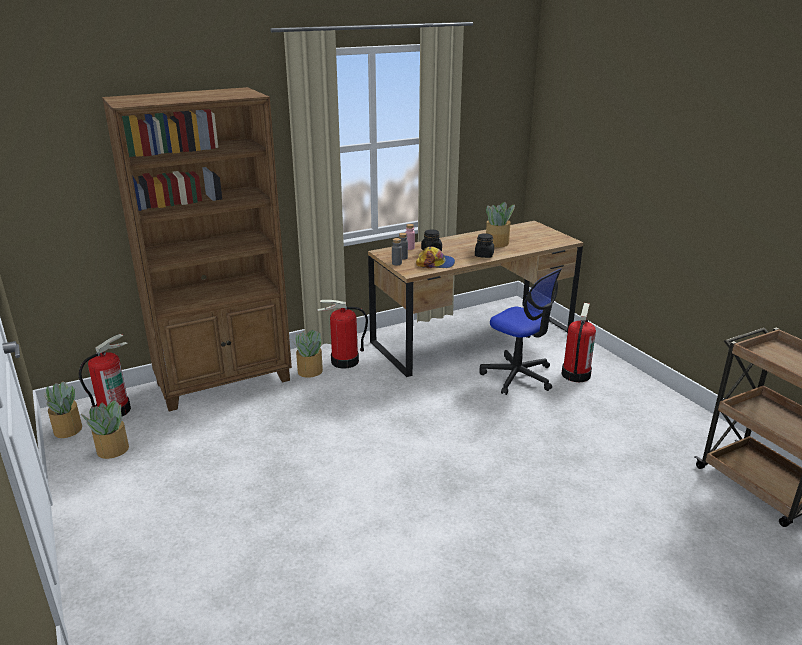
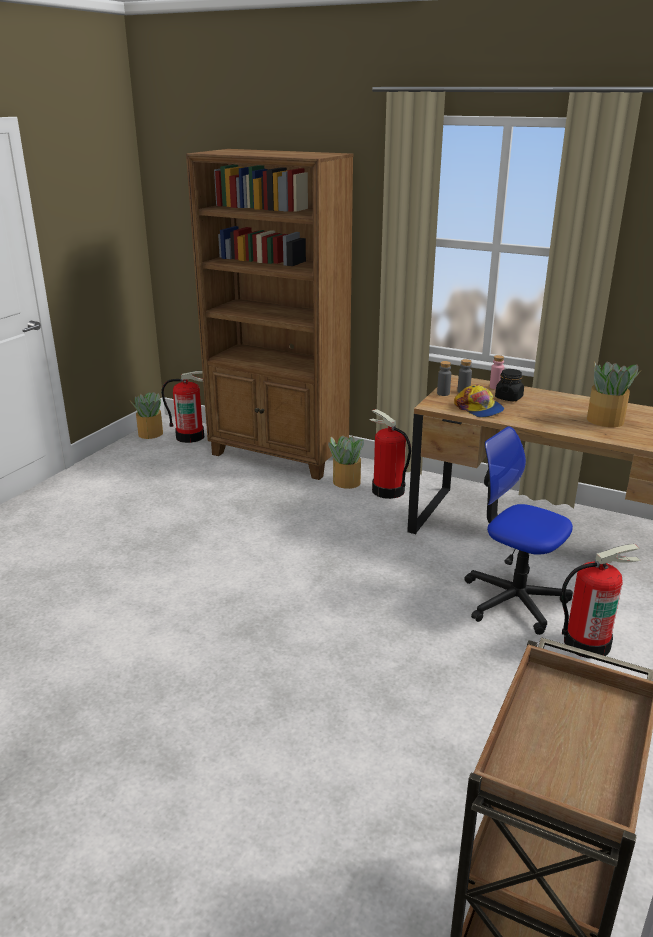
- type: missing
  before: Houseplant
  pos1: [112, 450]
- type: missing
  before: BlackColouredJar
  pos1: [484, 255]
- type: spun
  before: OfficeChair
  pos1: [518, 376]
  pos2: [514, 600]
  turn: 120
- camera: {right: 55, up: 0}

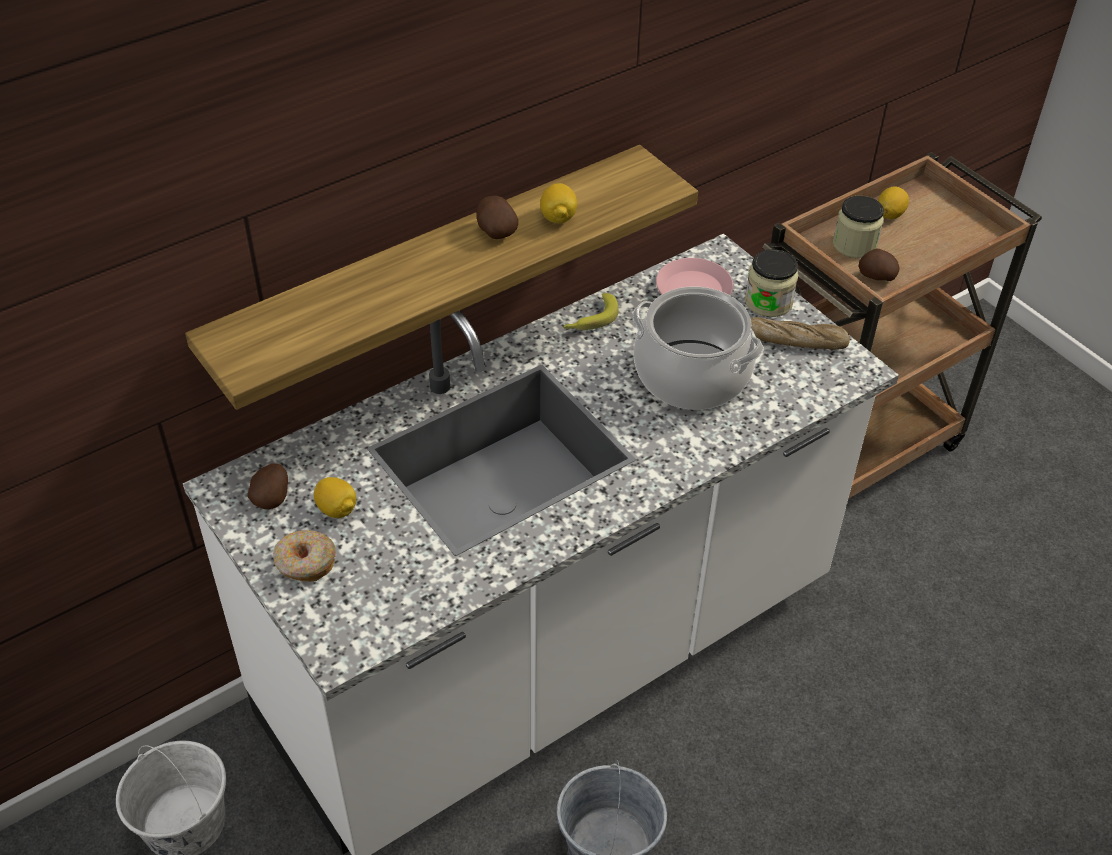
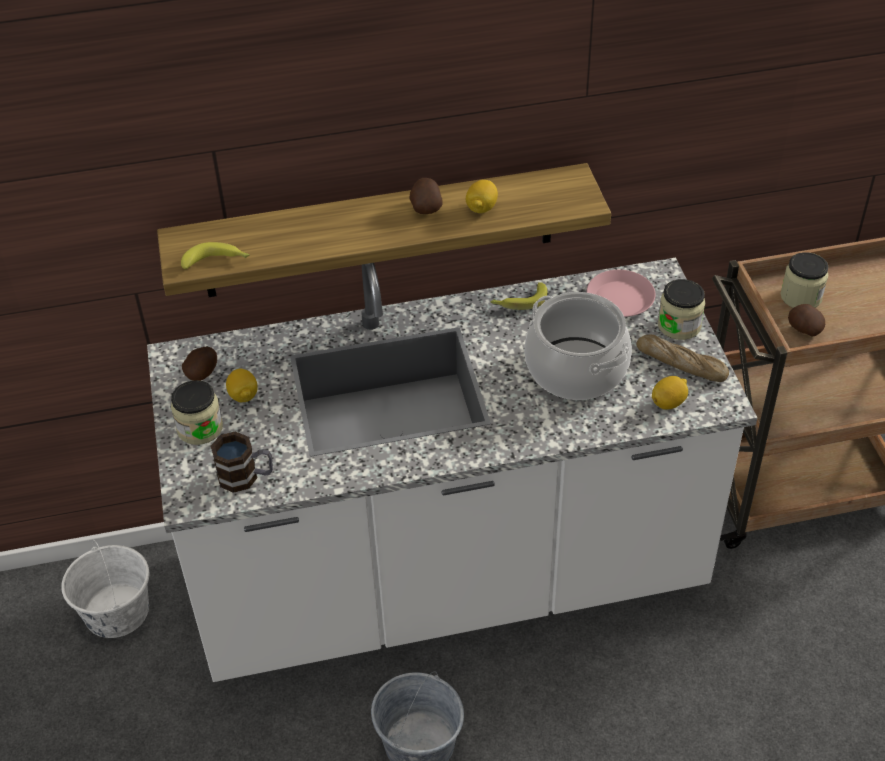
- type: exchanged
  before: Doughnut
  after: Jar
  pos1: [305, 563]
  pos2: [200, 428]
- type: relocated
  before: WholeLemon
  pos1: [890, 214]
  pos2: [668, 402]
- type: appeared
  after: WholeBanana
  pos2: [217, 262]
- type: appeared
  after: CoffeeMug
  pos2: [246, 477]
- camera: {right: 25, up: 0}

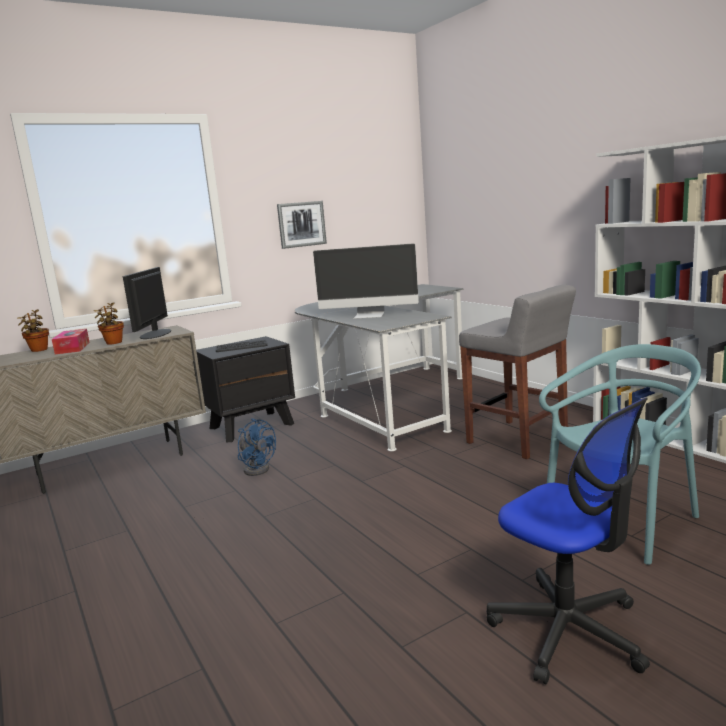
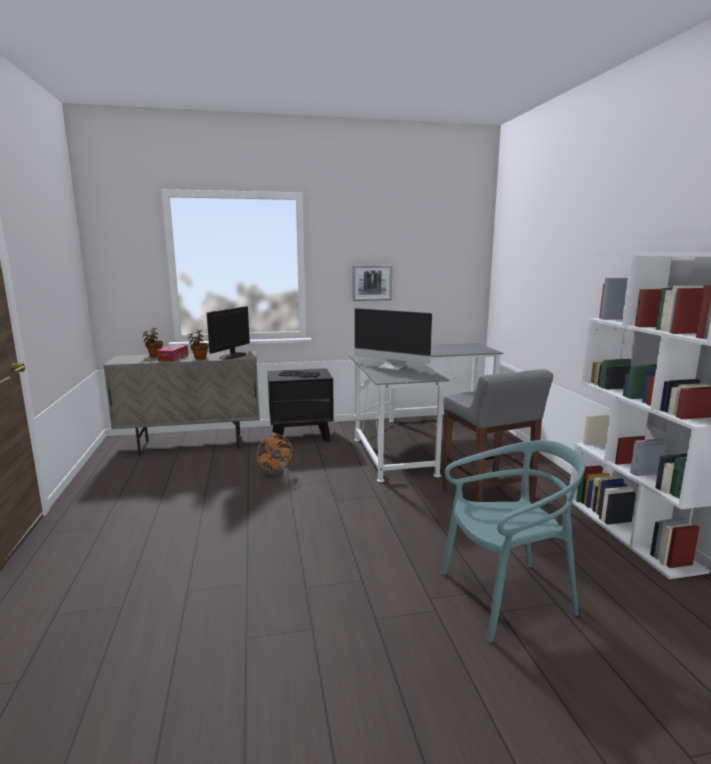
- type: colour
  before: BlueCoolingFan
  after: OrangeColouredCoolingFan
  pos1: [257, 468]
  pos2: [276, 471]
- type: missing
  before: OfficeChair
  pos1: [568, 630]
- camera: {right: 20, up: 0}

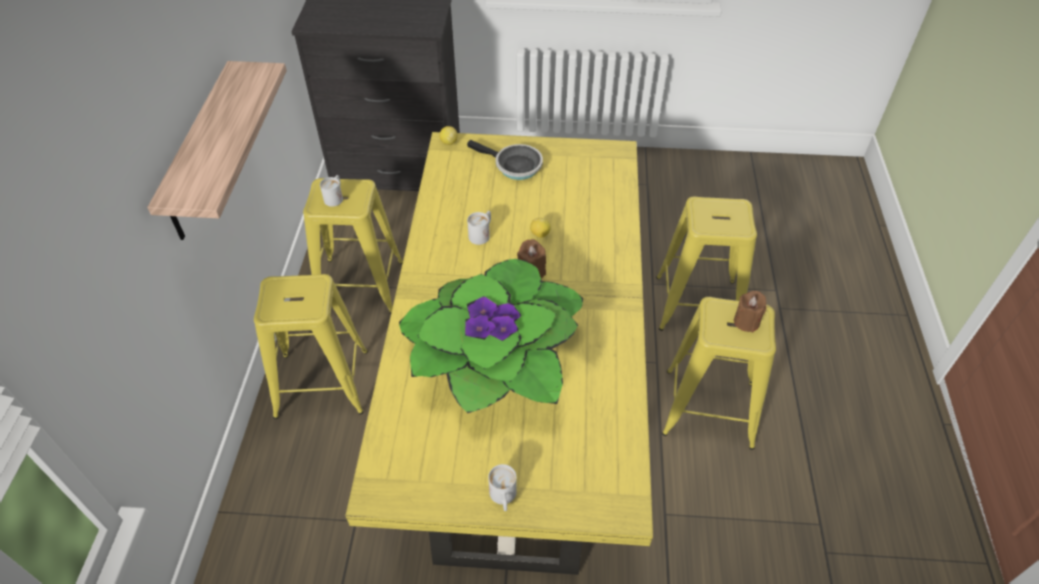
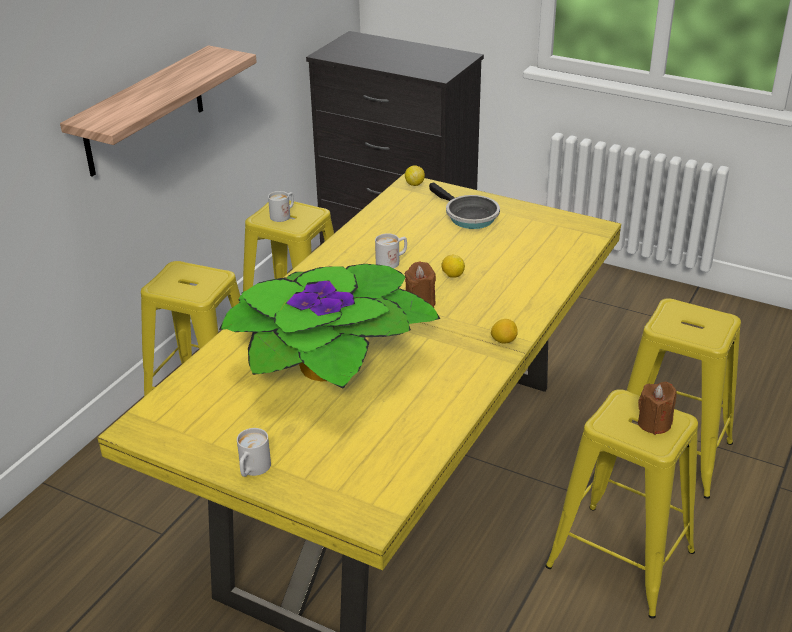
- type: appeared
  after: WholeLemon
  pos2: [503, 341]
- camera: {right: 25, up: -15}

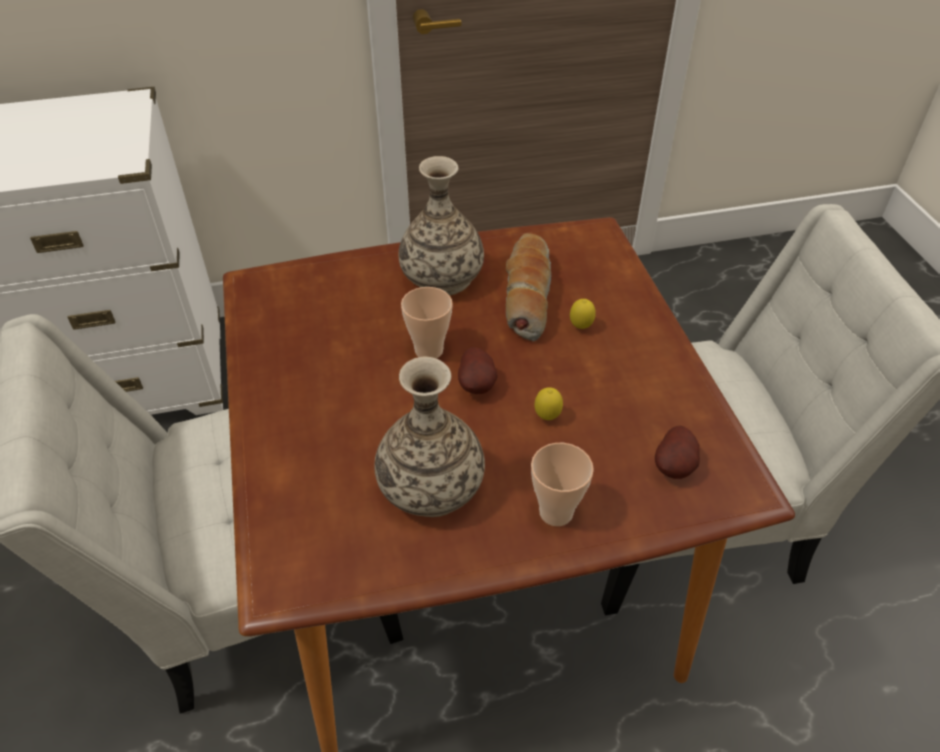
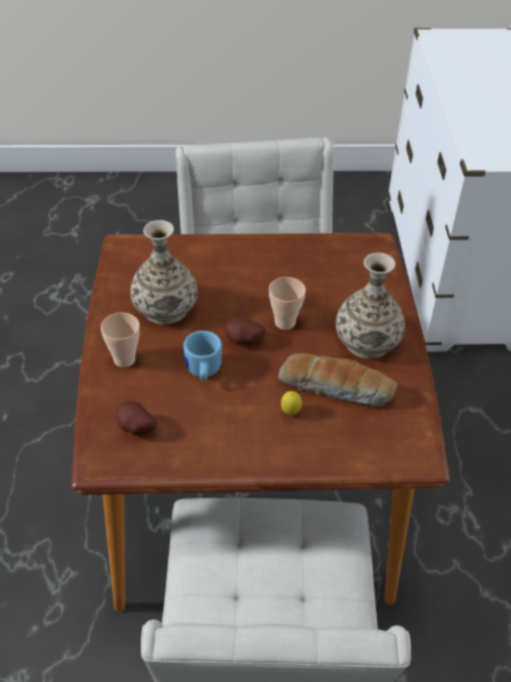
- type: exchanged
  before: WholeLemon
  after: BlueCoffeeMug
  pos1: [547, 417]
  pos2: [202, 372]
- camera: {right: 100, up: 0}

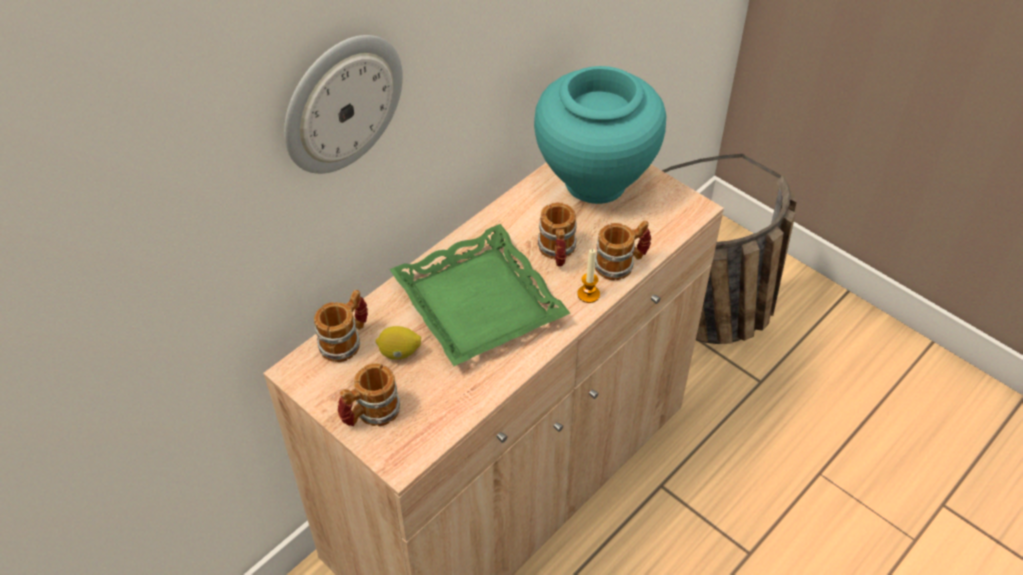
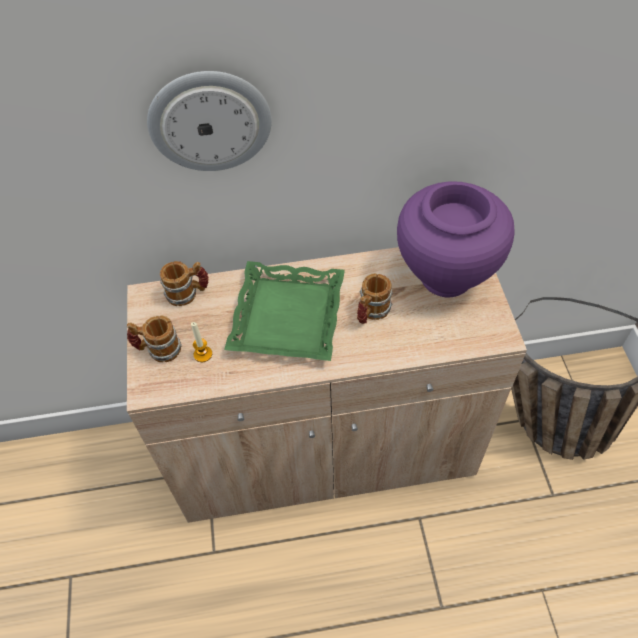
- type: missing
  before: WholeLemon
  pos1: [399, 353]
- type: colour
  before: TurquoiseColouredDecorativeVase
  after: PurpleDecorativeVase
  pos1: [595, 181]
  pos2: [446, 276]
- type: relocated
  before: Candle
  pos1: [588, 294]
  pos2: [203, 354]
- type: missing
  before: CoffeeMug
  pos1: [621, 264]
- camera: {right: 40, up: 5}

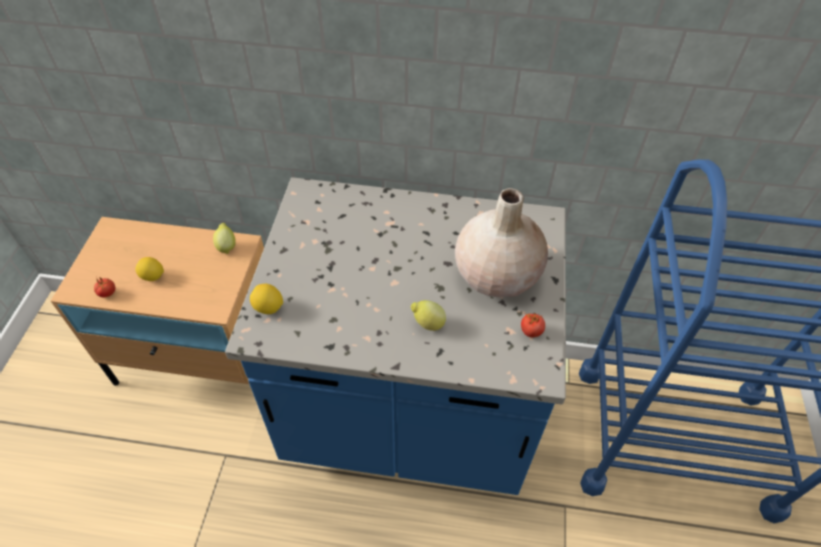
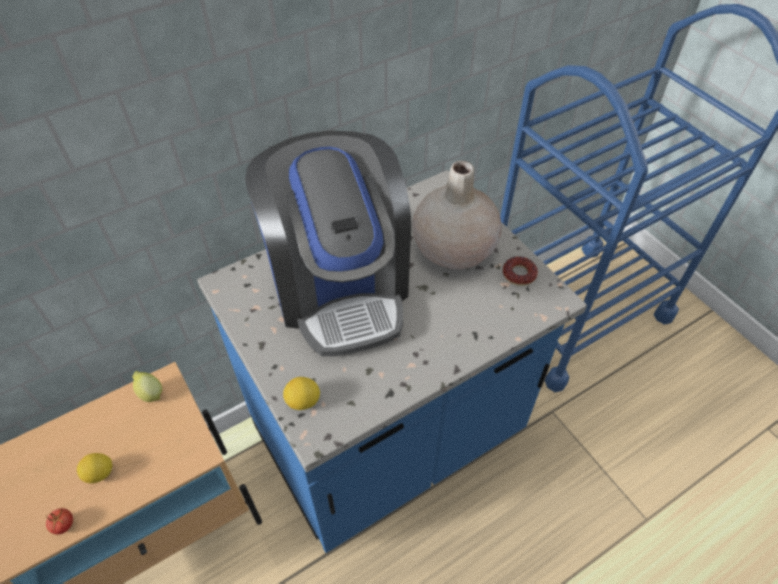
- type: missing
  before: WholeLemon
  pos1: [427, 324]
- type: exchanged
  before: WholeTomato
  after: Doughnut
  pos1: [531, 331]
  pos2: [519, 274]
- type: appeared
  after: CoffeeBrewer
  pos2: [340, 286]
- camera: {right: -40, up: 0}

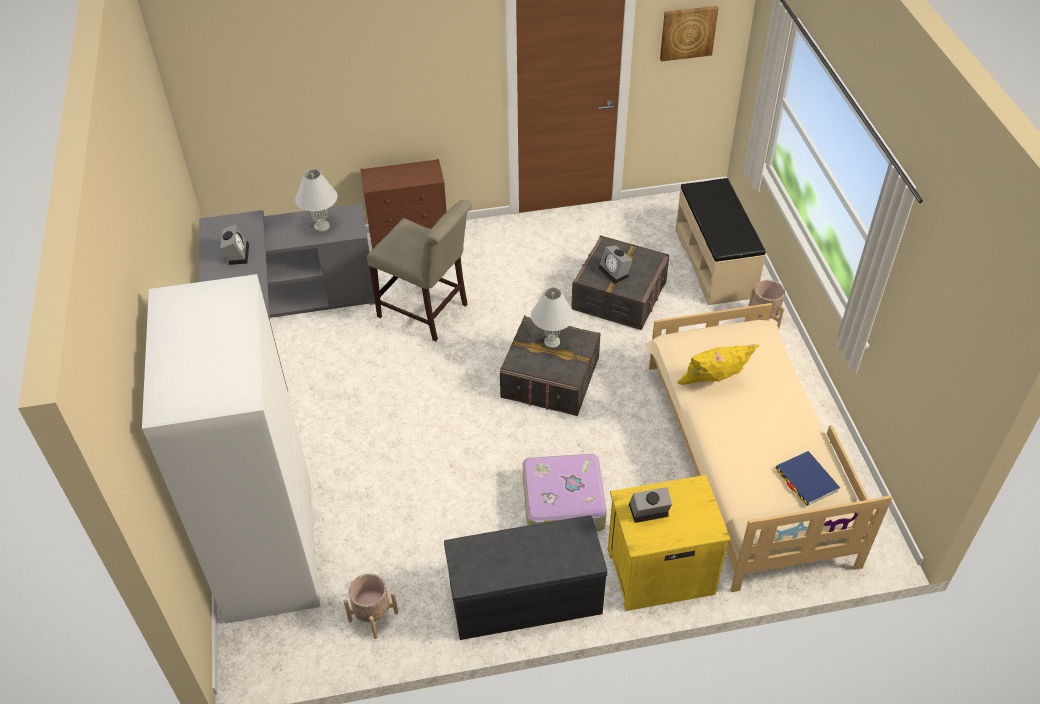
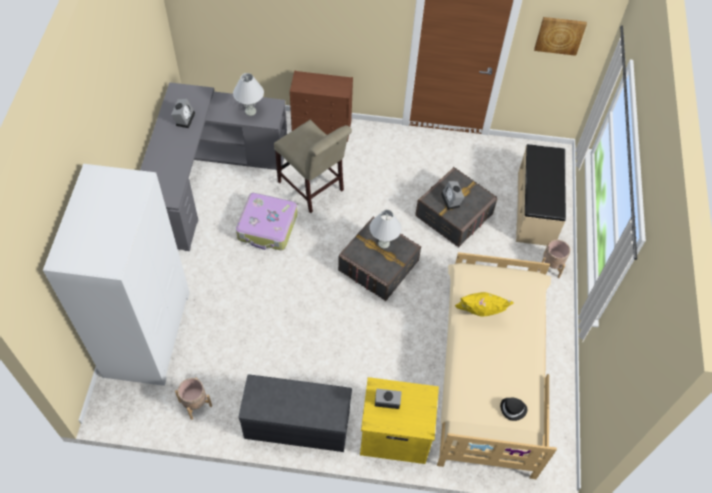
- type: relocated
  before: PieceOfLuggage
  pos1: [564, 503]
  pos2: [267, 227]
- type: exchanged
  before: BlueVolume
  after: BlackColouredClothingHat
  pos1: [806, 480]
  pos2: [513, 409]
- camera: {right: 15, up: 10}

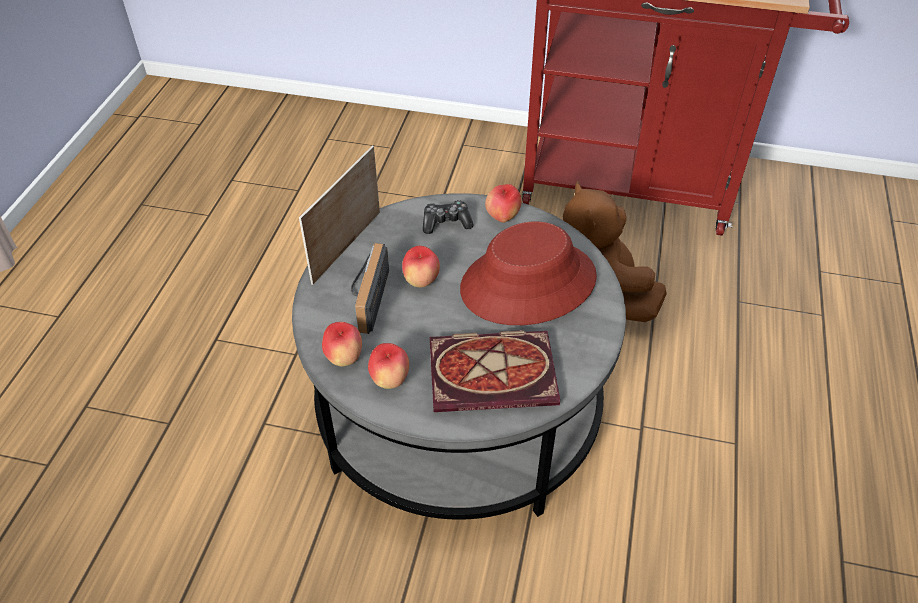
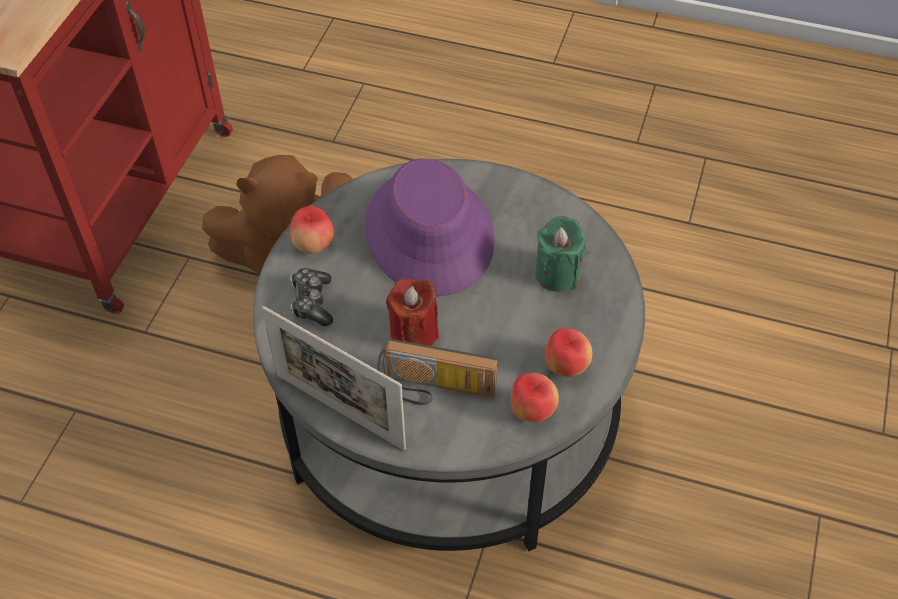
- type: exchanged
  before: Apple
  after: RedColouredCandle
  pos1: [421, 281]
  pos2: [414, 332]
- type: exchanged
  before: Volume
  after: GreenishCandle
  pos1: [495, 373]
  pos2: [558, 273]
- type: colour
  before: RedColouredClothingHat
  after: PurpleClothingHat
  pos1: [528, 284]
  pos2: [430, 233]
- camera: {right: -85, up: 5}

